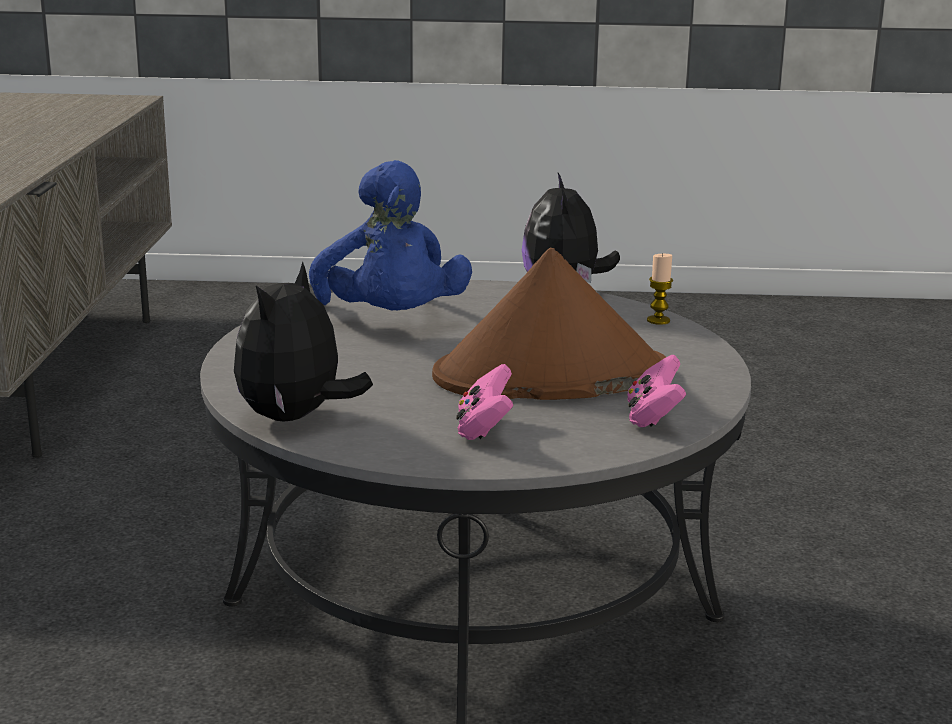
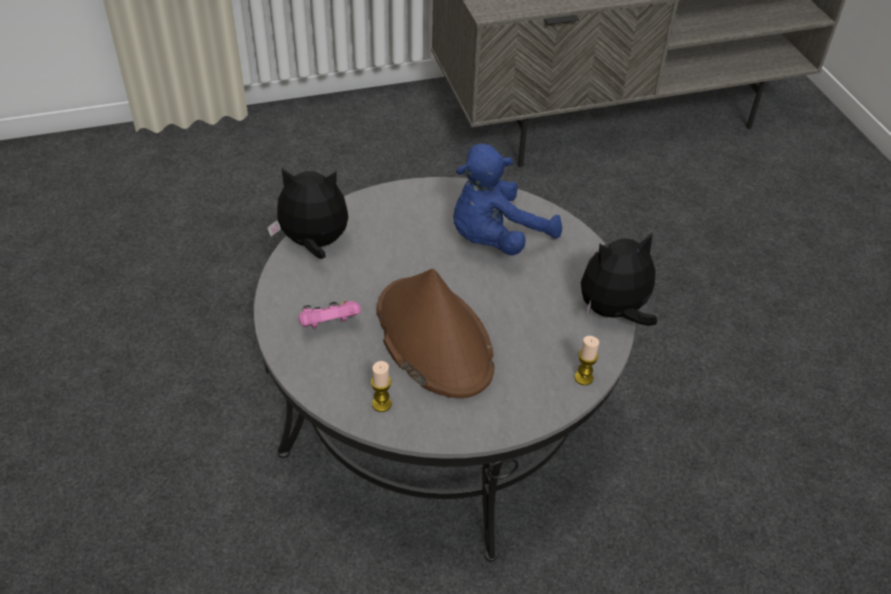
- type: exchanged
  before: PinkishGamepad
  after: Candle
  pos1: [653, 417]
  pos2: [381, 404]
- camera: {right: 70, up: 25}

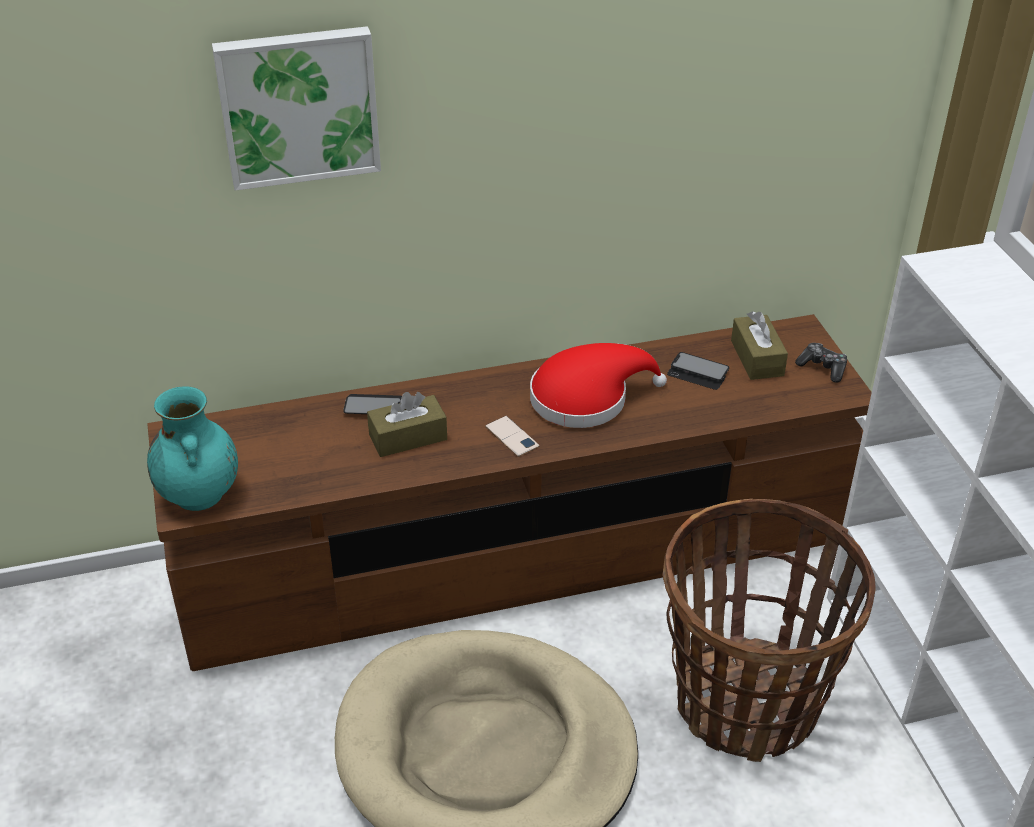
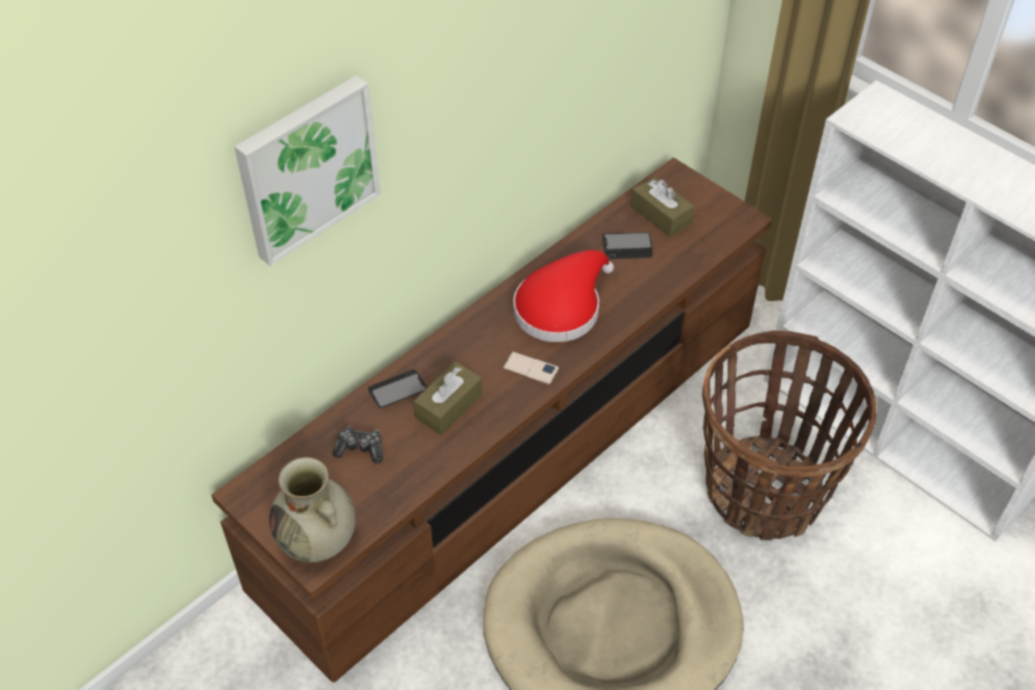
- type: colour
  before: TurquoiseColouredDecorativeVase
  after: SandColouredDecorativeVase
  pos1: [199, 495]
  pos2: [318, 541]
- type: relocated
  before: Gamepad
  pos1: [822, 368]
  pos2: [360, 449]
- camera: {right: -30, up: 10}

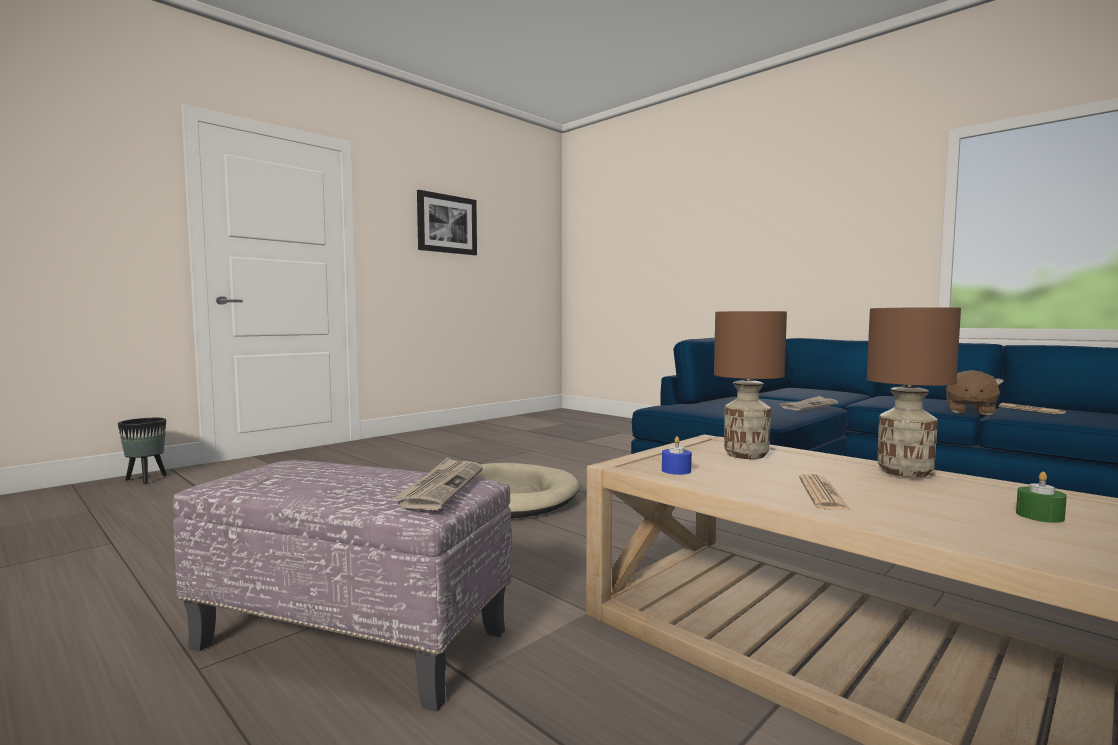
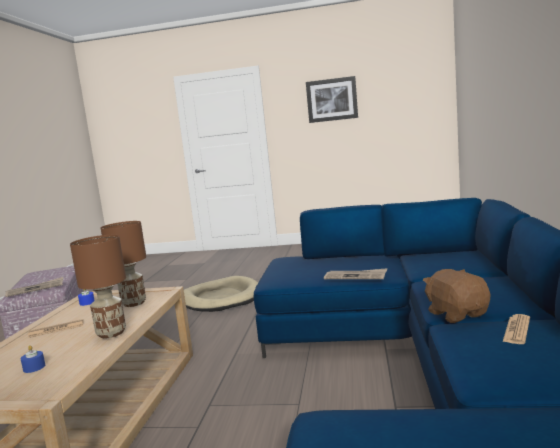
- type: missing
  before: BlackColouredFlowerPot
  pos1: [146, 479]
- type: spun
  before: BrownishPlushToy
  pos1: [970, 411]
  pos2: [457, 314]
  turn: 75
- type: colour
  before: GreenishCandle
  after: BlueCandle
  pos1: [1039, 516]
  pos2: [34, 367]
- camera: {right: 55, up: 5}

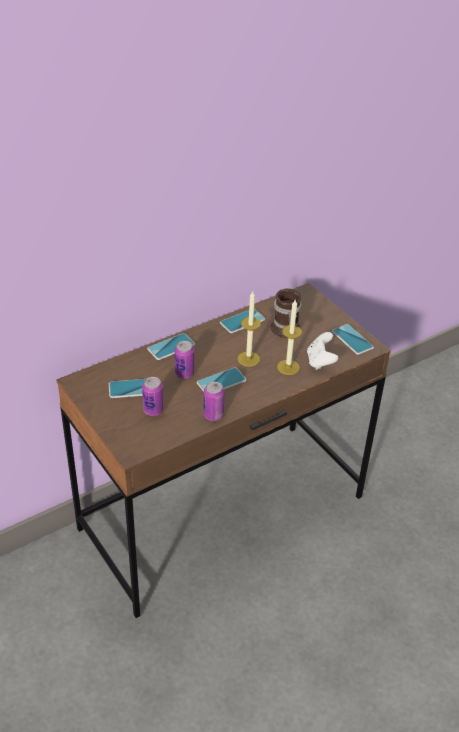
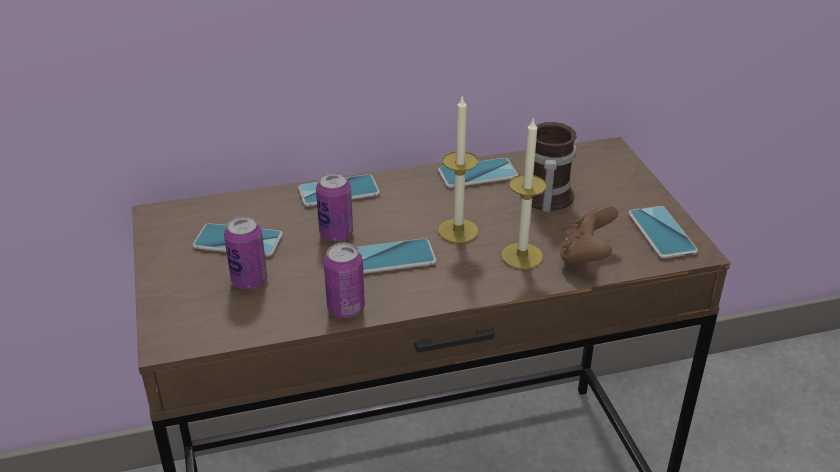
- type: colour
  before: WhiteColouredGamepad
  after: BrownishGamepad
  pos1: [320, 361]
  pos2: [585, 257]
- camera: {right: 20, up: -5}

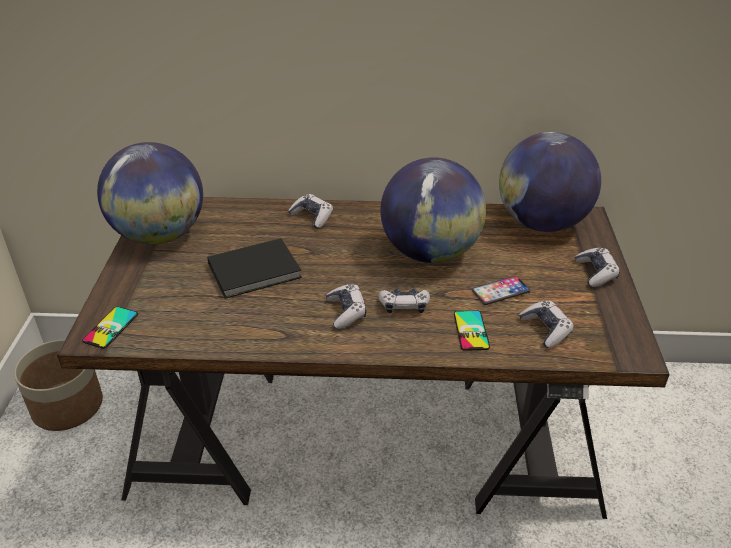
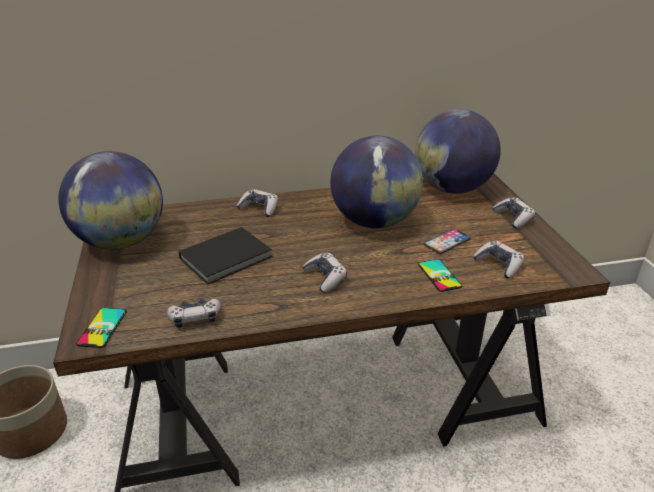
- type: relocated
  before: Gamepad
  pos1: [404, 306]
  pos2: [195, 318]
- camera: {right: -15, up: -5}

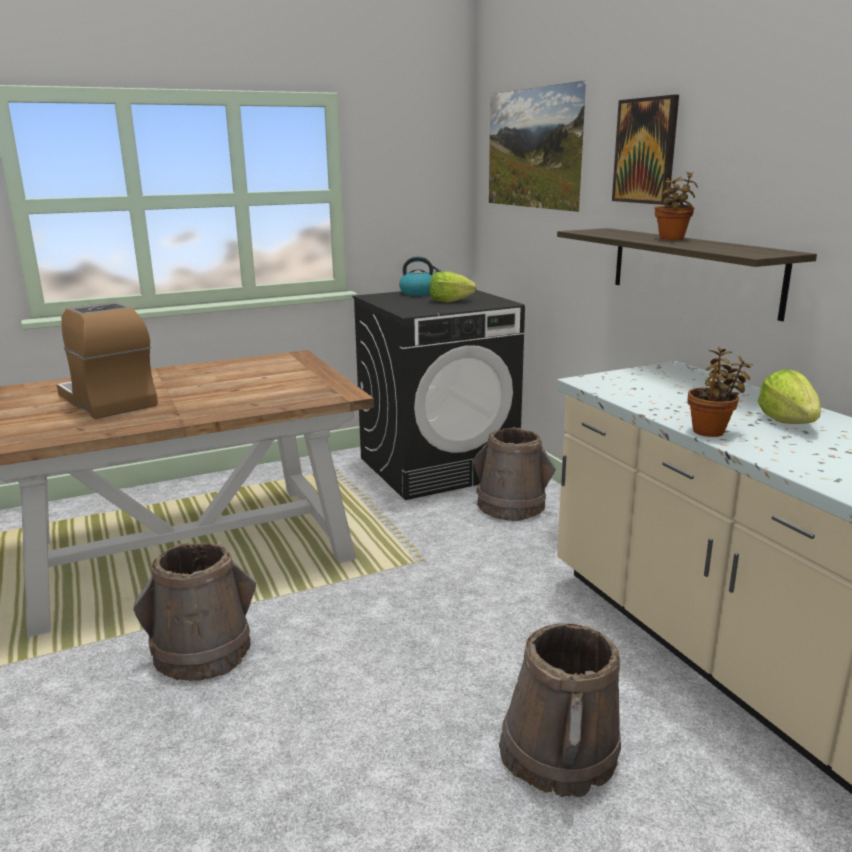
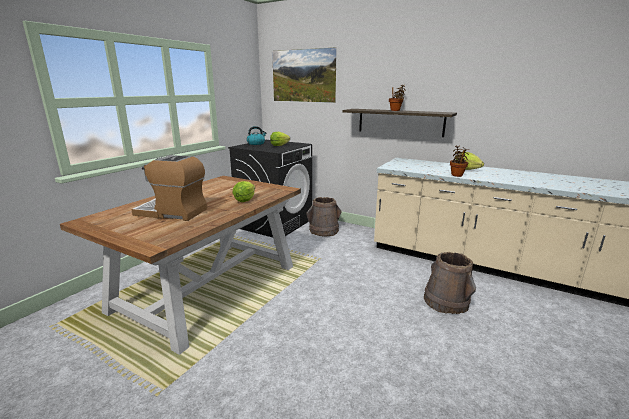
- type: missing
  before: BrownishWaterBucket
  pos1: [203, 651]
- type: missing
  before: WallPicture
  pos1: [645, 151]
- type: appeared
  after: Lettuce
  pos2: [245, 200]
- camera: {right: -35, up: 0}

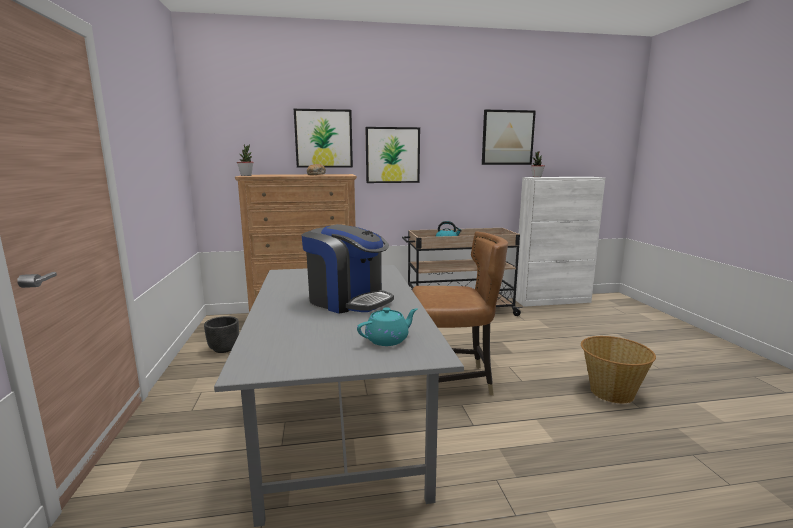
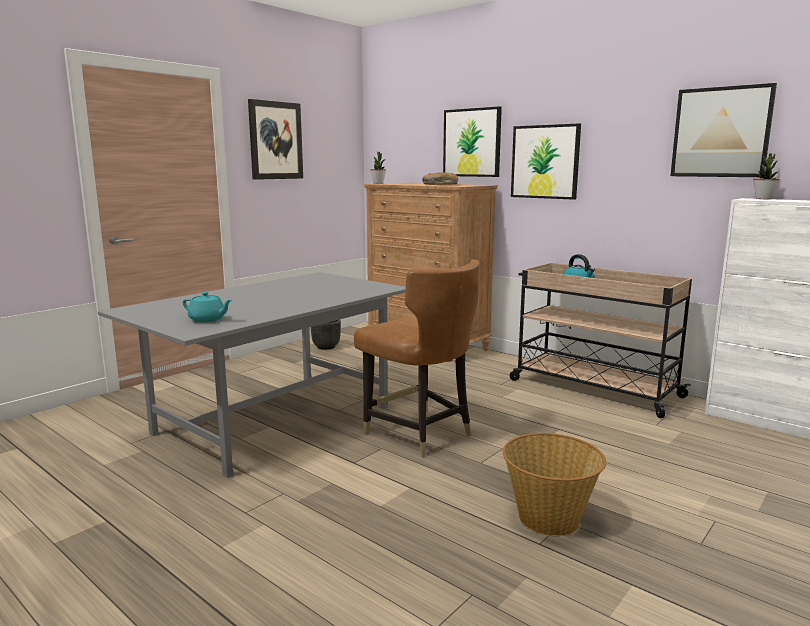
- type: missing
  before: CoffeeBrewer
  pos1: [348, 300]
- type: appeared
  after: WallPicture
  pos2: [275, 140]
- camera: {right: 50, up: 0}

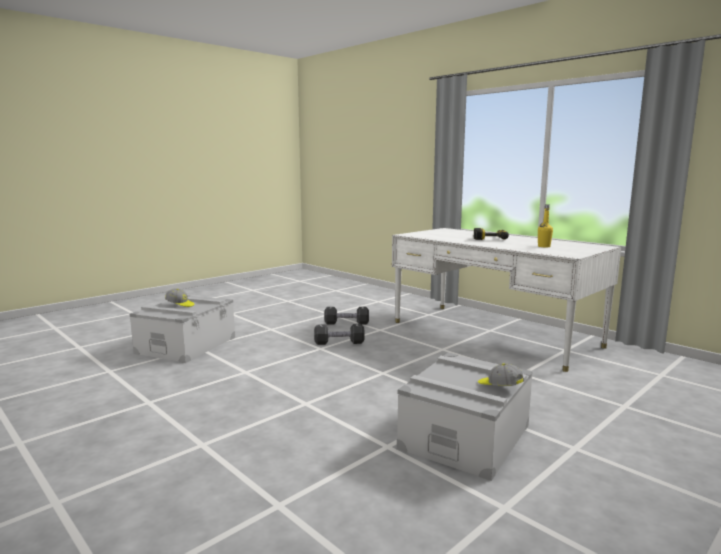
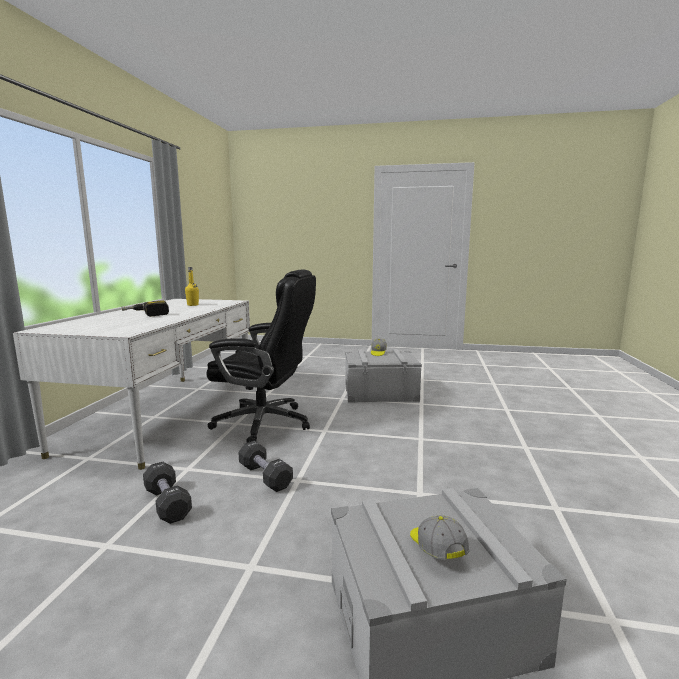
- type: appeared
  after: BlackColouredOfficeChair
  pos2: [265, 423]
- camera: {right: -125, up: 0}

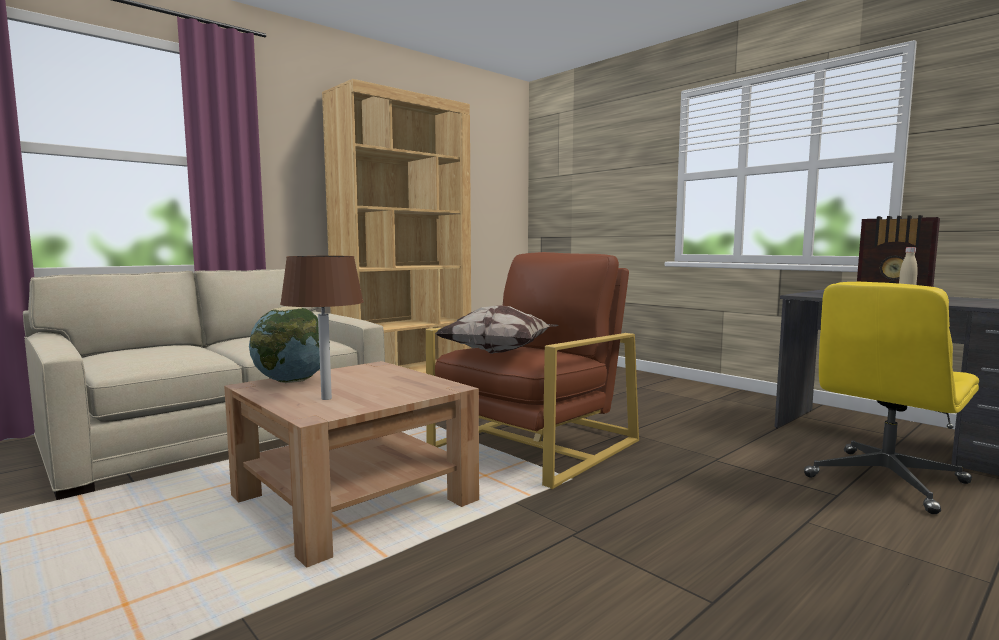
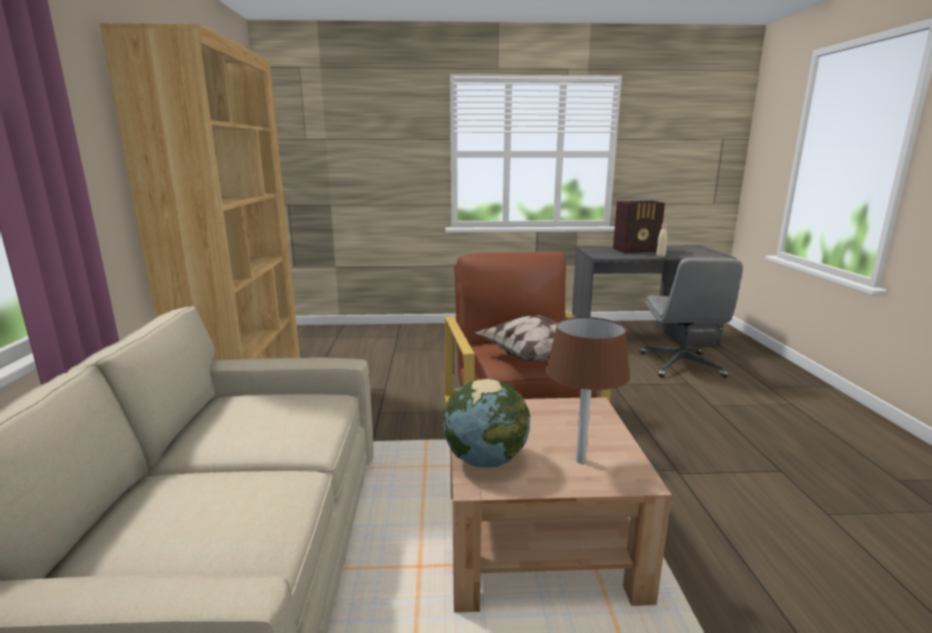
- type: colour
  before: YellowColouredOfficeChair
  after: GreyOfficeChair
  pos1: [885, 480]
  pos2: [681, 365]
- camera: {right: -50, up: 10}

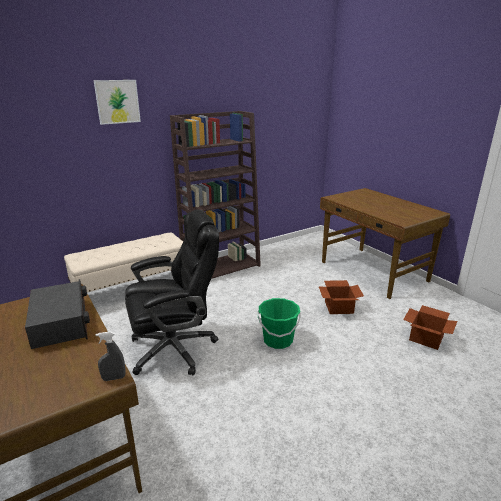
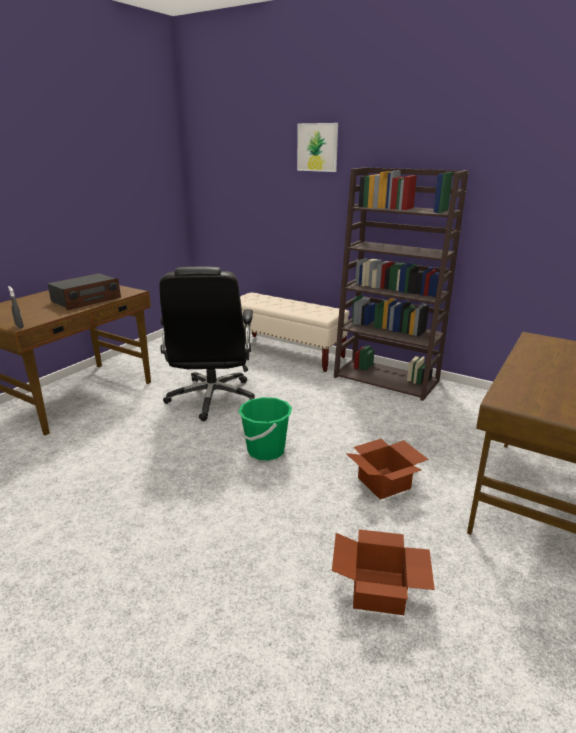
- type: spun
  before: BlackColouredOfficeChair
  pos1: [175, 348]
  pos2: [212, 399]
  turn: 45
- camera: {right: 65, up: 0}

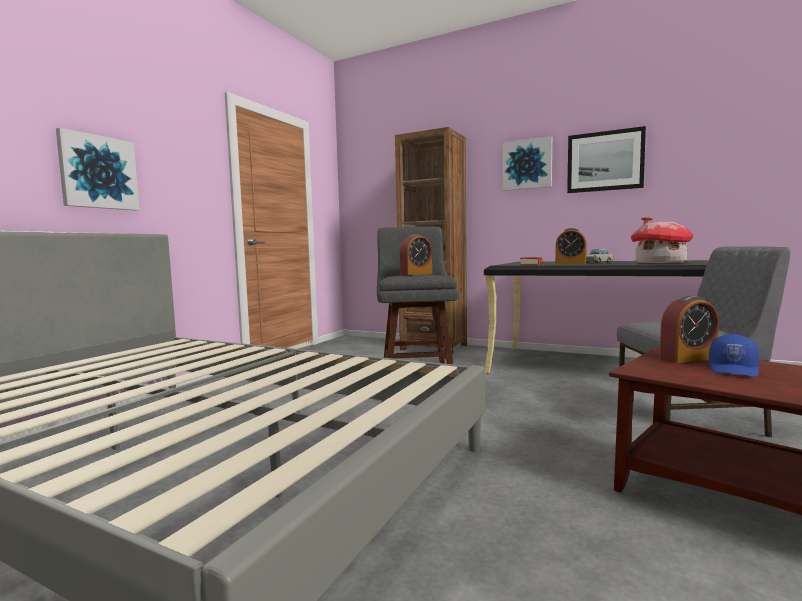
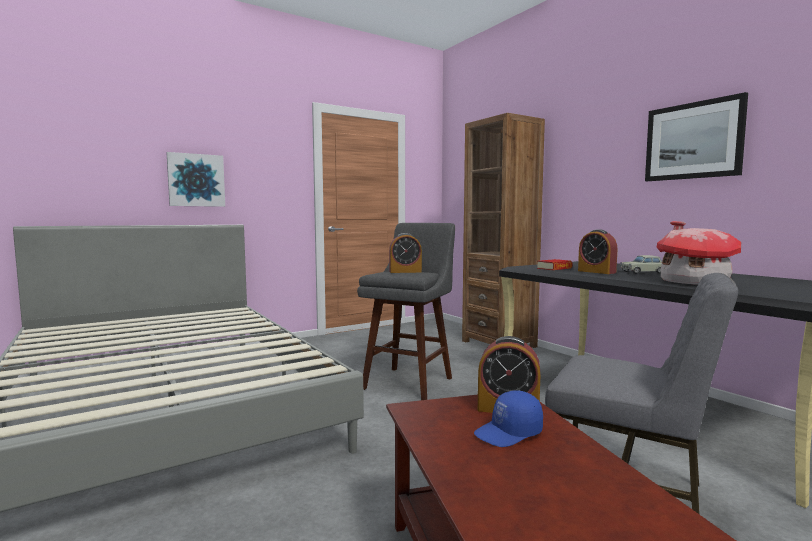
- type: missing
  before: WallPicture
  pos1: [527, 164]
- camera: {right: 30, up: 0}

